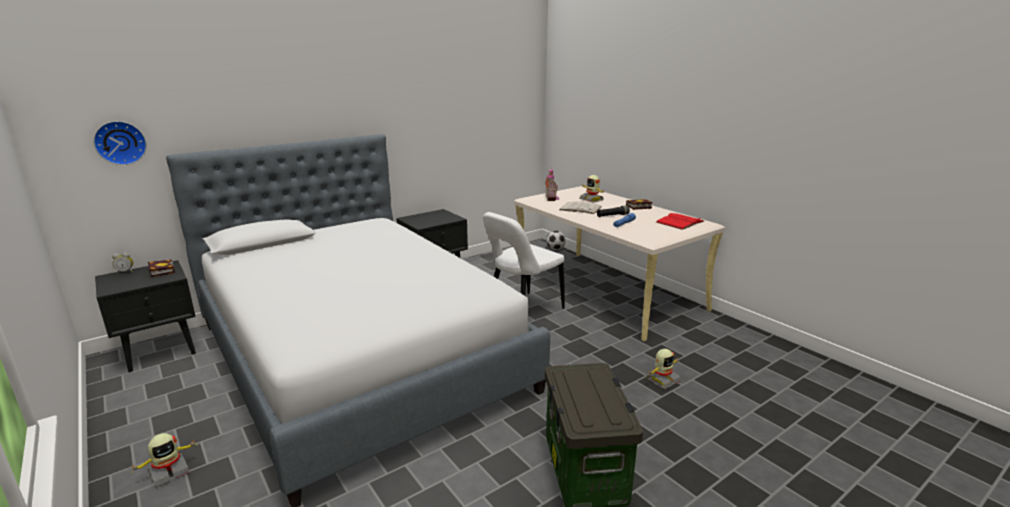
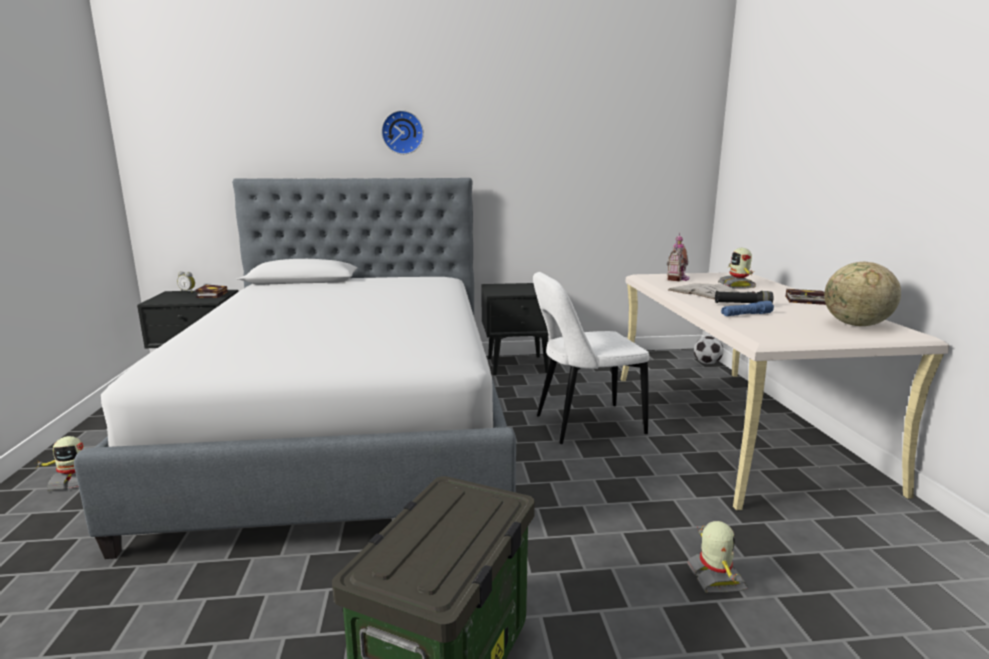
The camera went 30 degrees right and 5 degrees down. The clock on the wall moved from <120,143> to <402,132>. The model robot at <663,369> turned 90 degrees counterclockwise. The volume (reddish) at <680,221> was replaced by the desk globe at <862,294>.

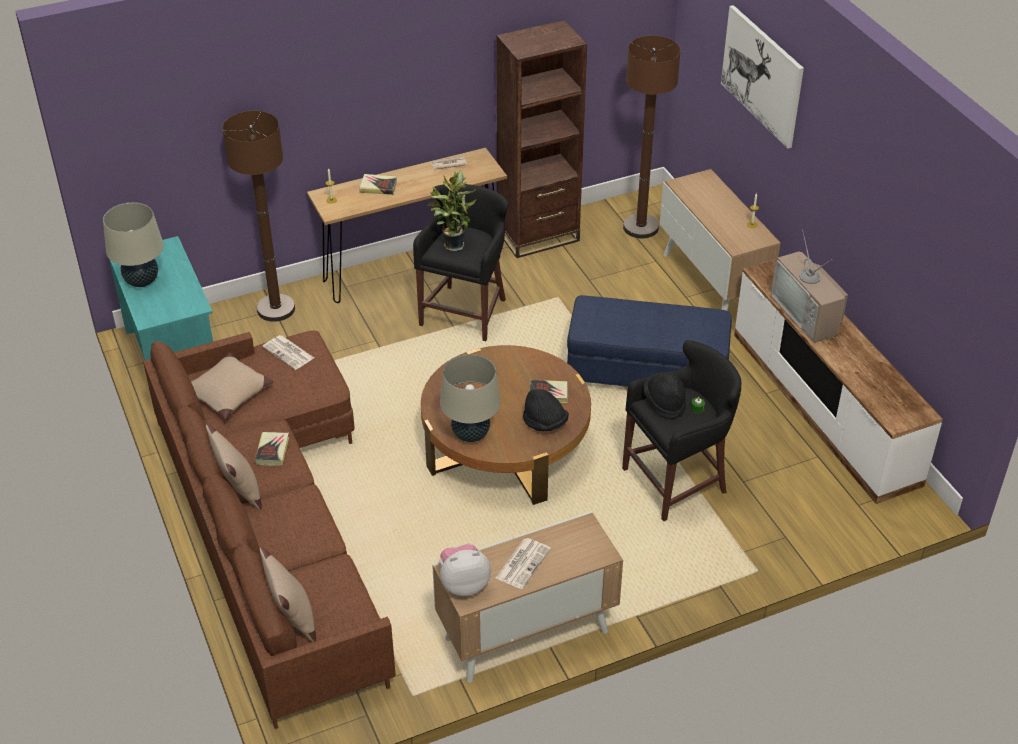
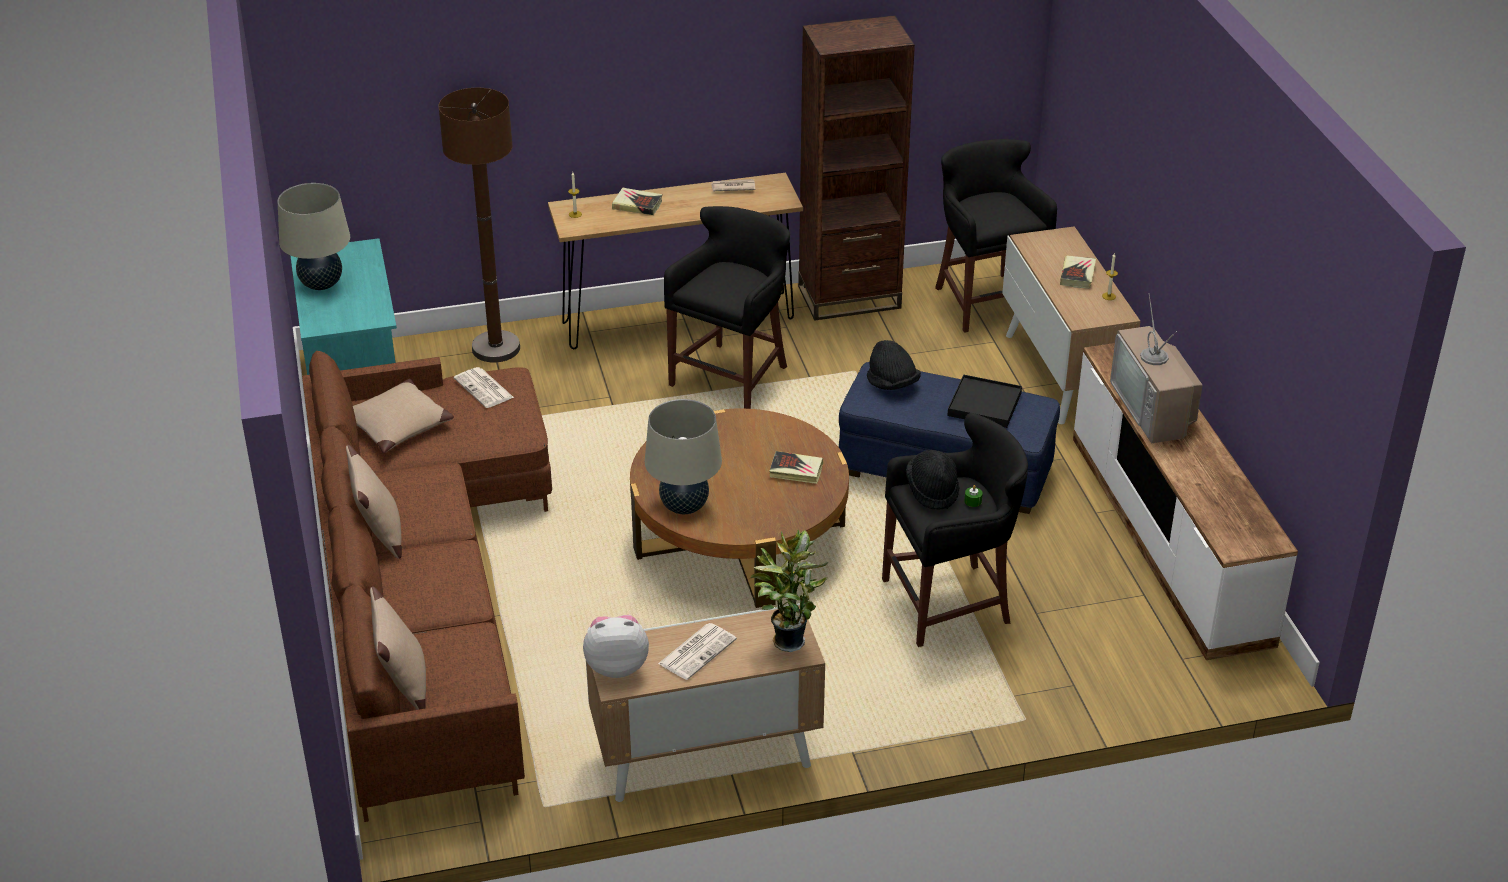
The camera went 10 degrees right and 5 degrees down. The plant in a pot moved from <452,211> to <789,590>. The clothing hat (blackish) moved from <546,410> to <894,365>. The floor lamp (brown) at <652,137> was replaced by the stool (blackish) at <996,236>. The tray (blackish) at <984,401> appeared. The volume moved from <272,449> to <1078,272>. The picture at <762,77> disappeared.

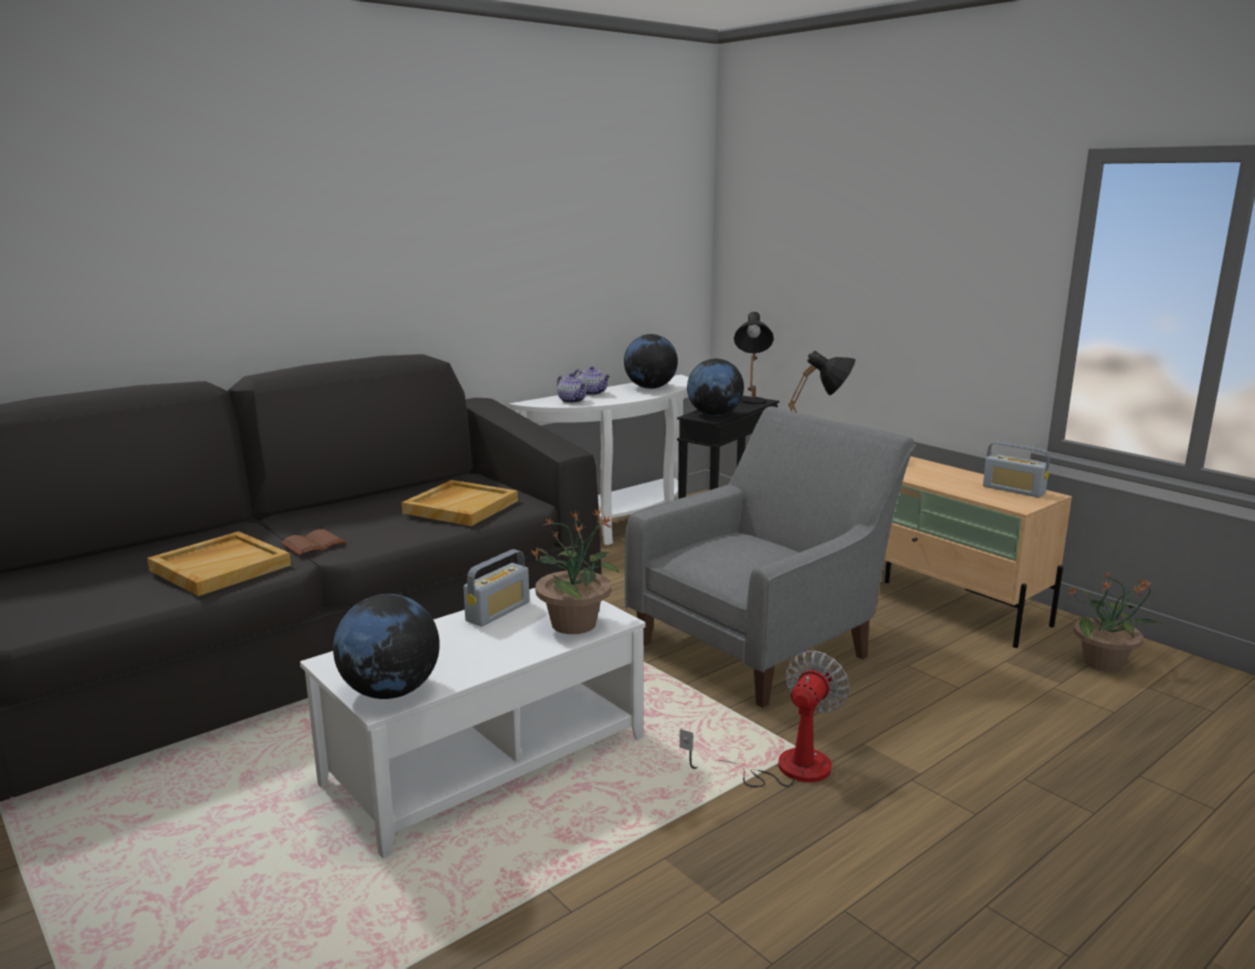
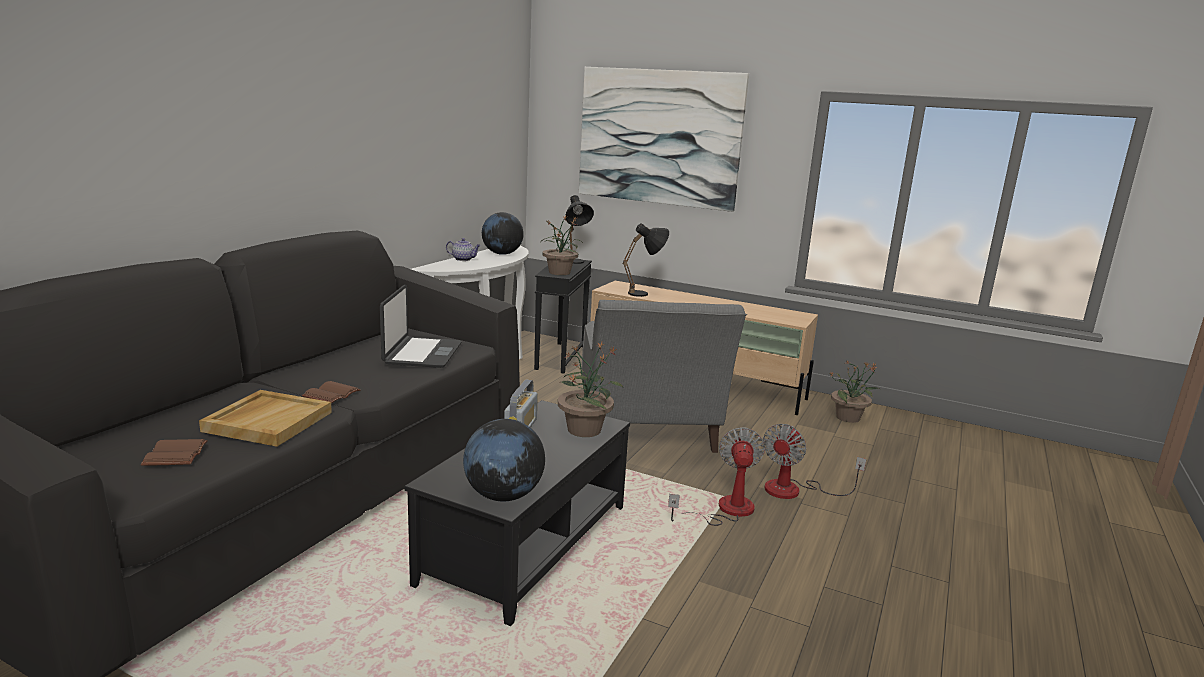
The camera went 25 degrees left and 0 degrees up. The volume (brown) at <174,452> appeared. The tray (beige-coloured) at <459,503> was replaced by the portable computer at <421,326>. The lounge table (white) at <473,723> became the lounge table (blackish) at <517,513>. The desk globe at <715,387> was replaced by the plant in a pot at <562,245>. The picture at <664,139> appeared. The armchair (greyish) at <770,557> turned 150 degrees clockwise. The cooling fan at <814,461> appeared. The pot for tea at <571,388> disappeared. The radio set at <1016,470> disappeared.

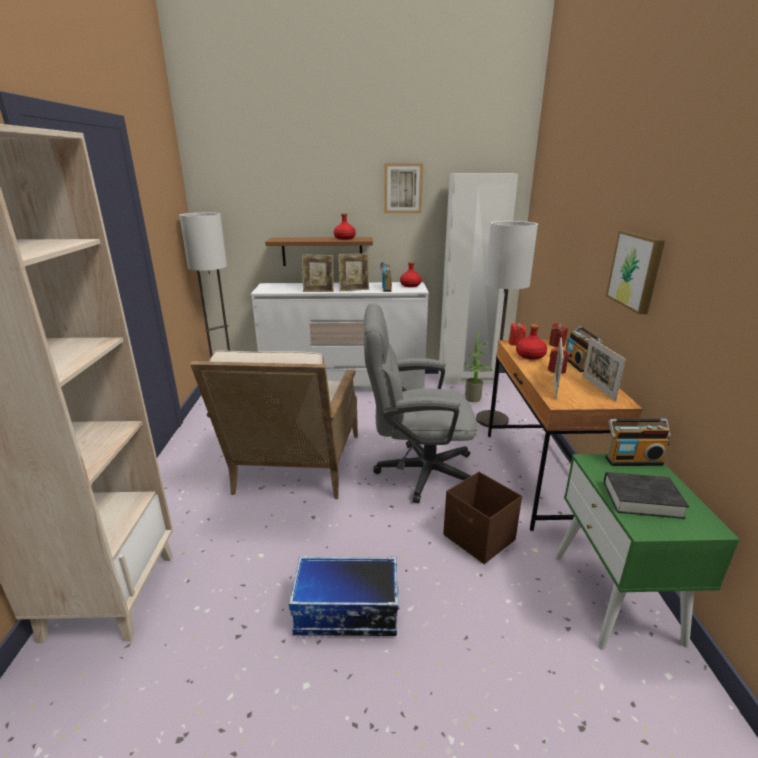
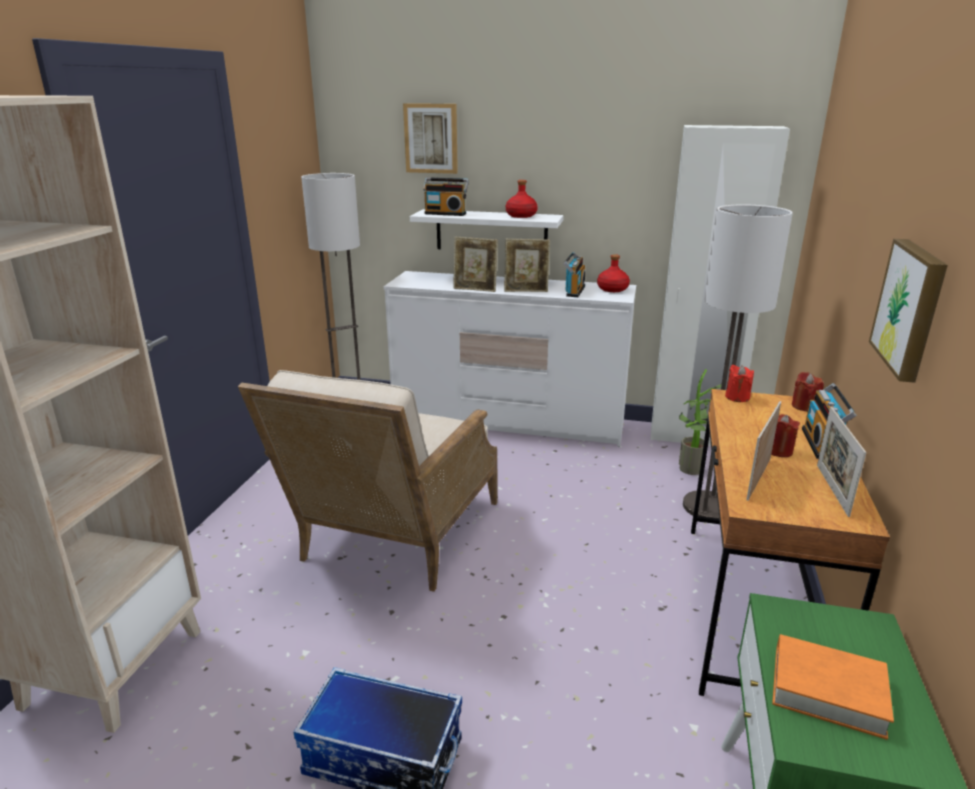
The camera went 15 degrees right and 0 degrees up. The picture moved from <403,188> to <430,138>. The bracket shelf (brown) at <319,251> became the bracket shelf (white) at <487,229>. The radio set moved from <638,442> to <446,196>. The volume (blackish) at <646,495> became the volume (orangey) at <833,687>. The office chair (greyish) at <420,403> disappeared. The storage box (brown) at <482,518> disappeared. The bottle (reddish) at <531,342> disappeared.

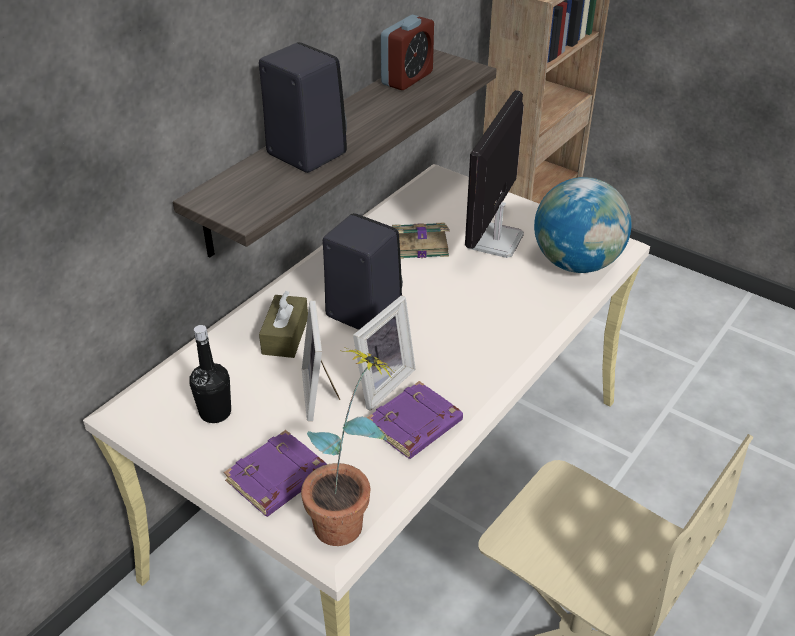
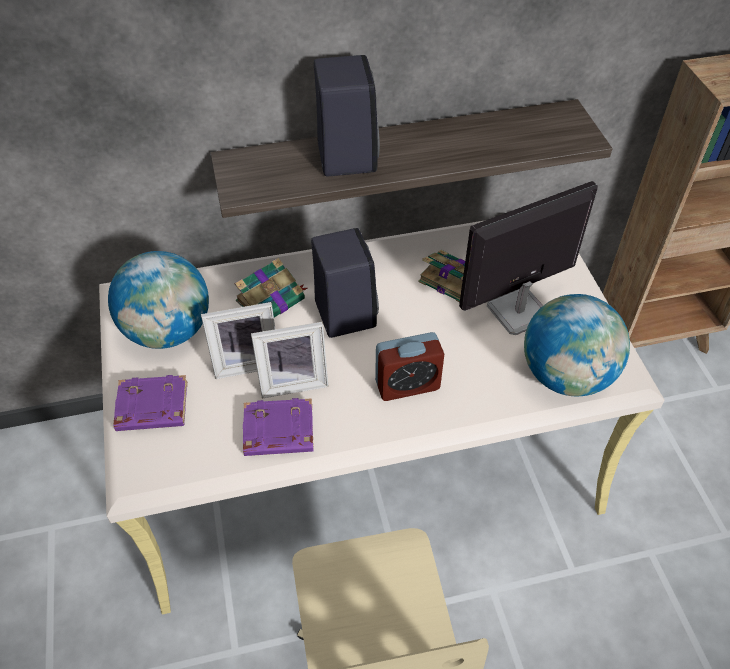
The camera went 40 degrees right and 10 degrees up. The bottle (blackish) at <210,374> was replaced by the desk globe at <158,300>. The standing frame at <321,361> turned 135 degrees counterclockwise. The tissue holder (brown) at <283,324> was replaced by the volume at <271,287>. The alarm clock moved from <407,52> to <409,366>. The plant in a pot at <348,445> disappeared.

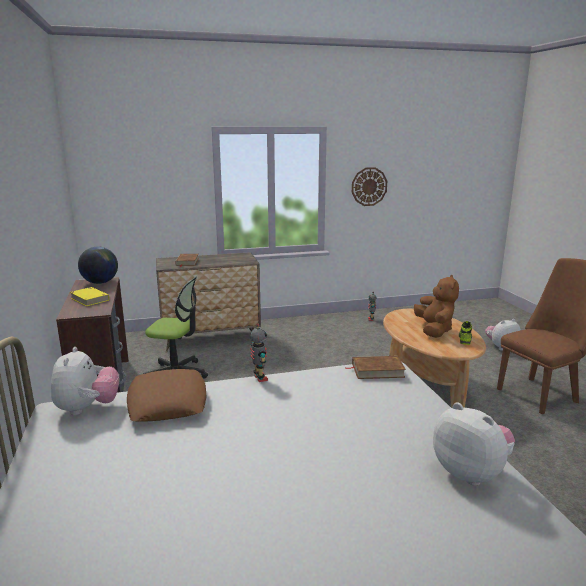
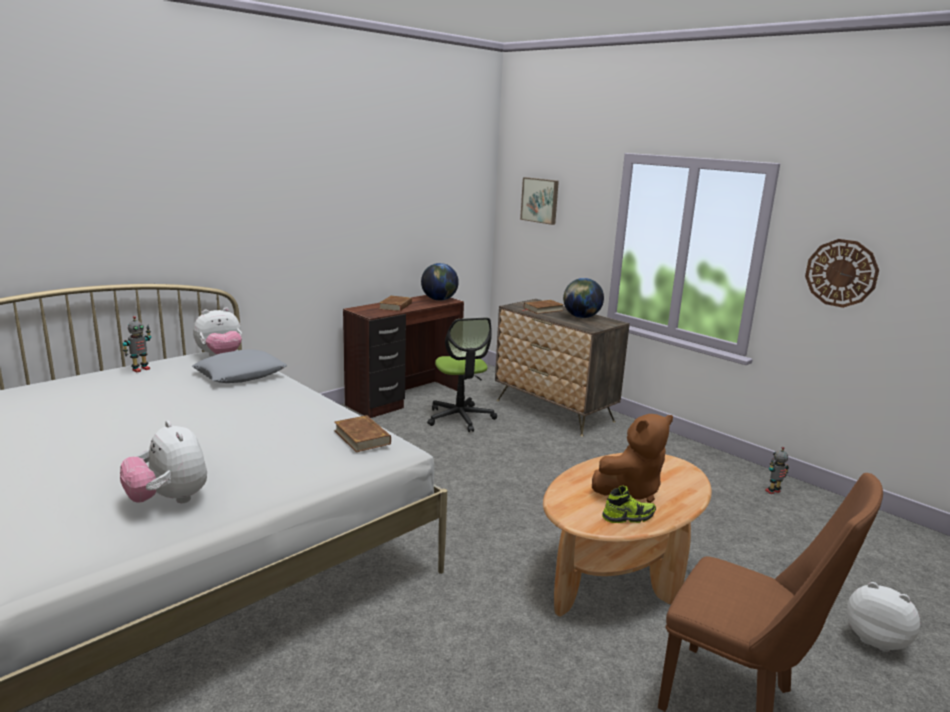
The camera went 60 degrees right and 0 degrees up. The cuddly toy at <474,444> turned 120 degrees clockwise. The model robot moved from <259,353> to <137,344>. The pillow (brown) at <166,395> became the pillow (greyish) at <239,366>. The volume (yellow) at <89,296> became the volume (brown) at <395,303>. The picture at <539,201> appeared. The desk globe at <583,298> appeared.

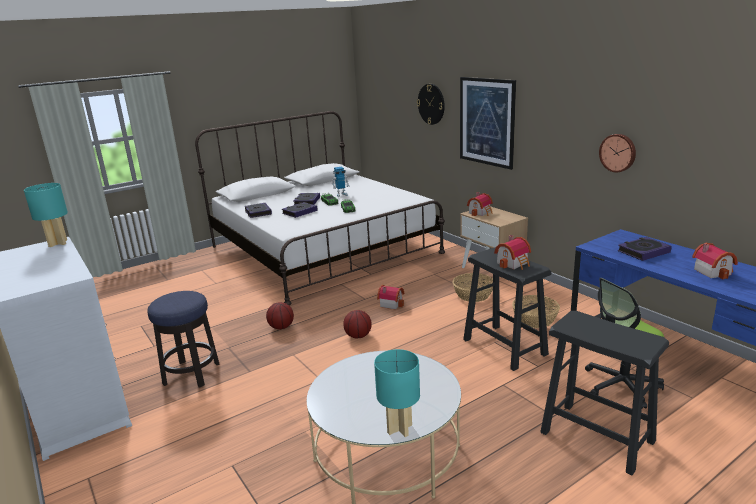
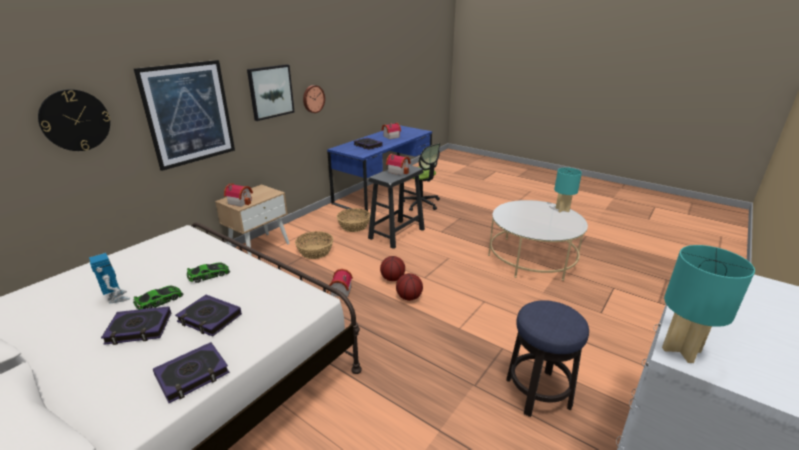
The camera went 110 degrees left and 5 degrees up. The picture at <271,92> appeared. The basketball moved from <280,315> to <392,268>. The stool (blackish) at <604,393> disappeared.

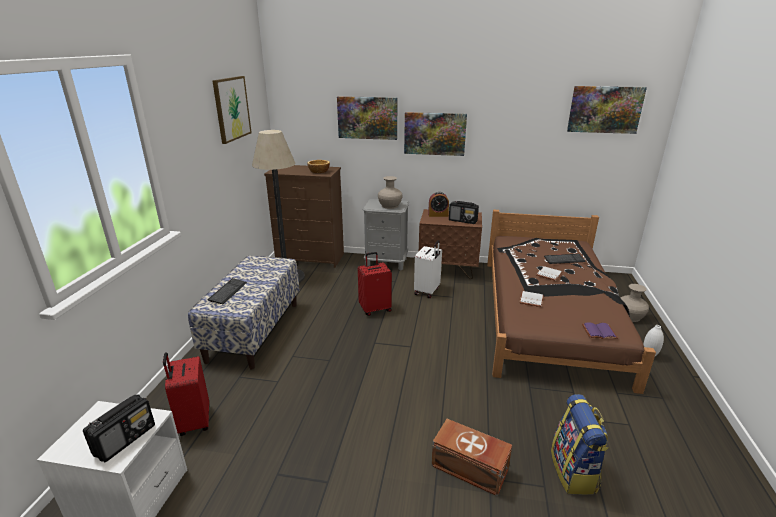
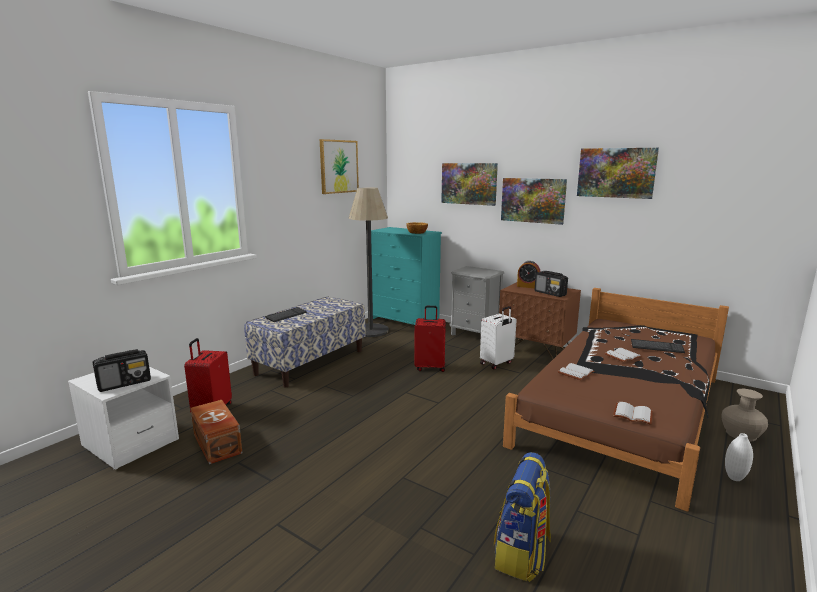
The camera went 25 degrees right and 10 degrees down. The storage box (brown) moved from <471,457> to <216,432>. The chest of drawers (brown) at <304,216> became the chest of drawers (blue-green) at <406,276>. The picture moved from <607,110> to <618,173>. The volume (purple) at <600,330> became the volume (white) at <633,413>. The flower vase (beige-coloured) at <390,192> disappeared.

